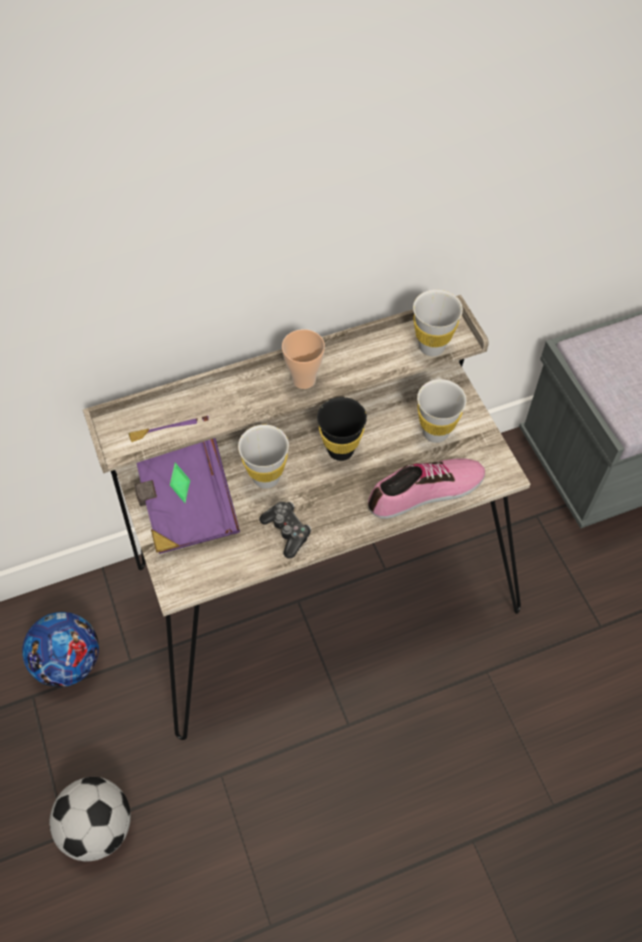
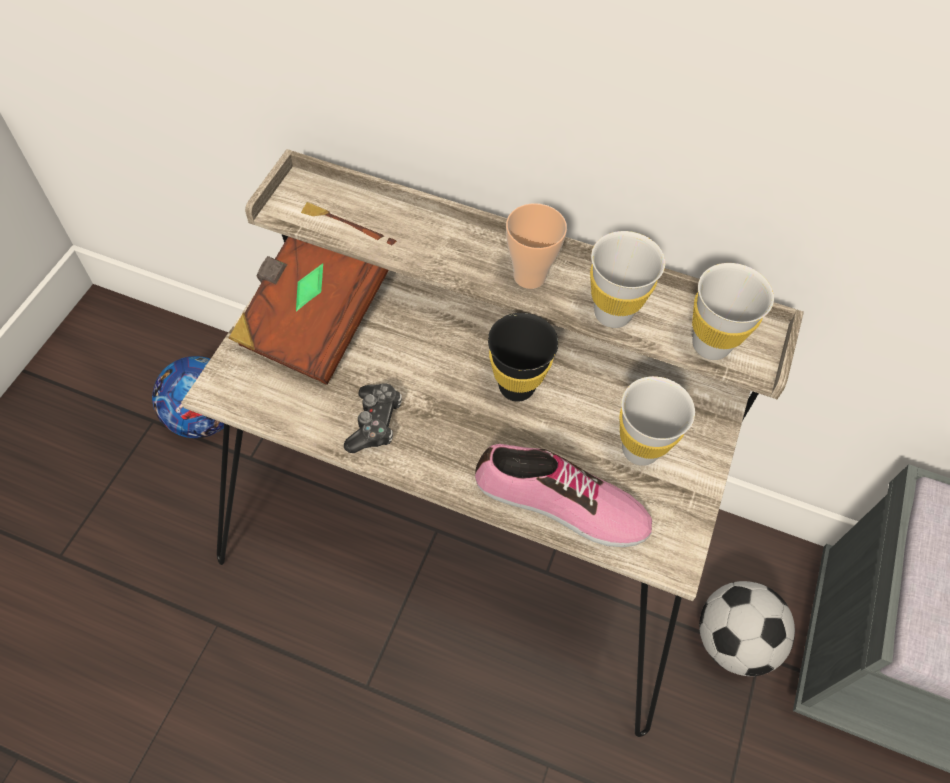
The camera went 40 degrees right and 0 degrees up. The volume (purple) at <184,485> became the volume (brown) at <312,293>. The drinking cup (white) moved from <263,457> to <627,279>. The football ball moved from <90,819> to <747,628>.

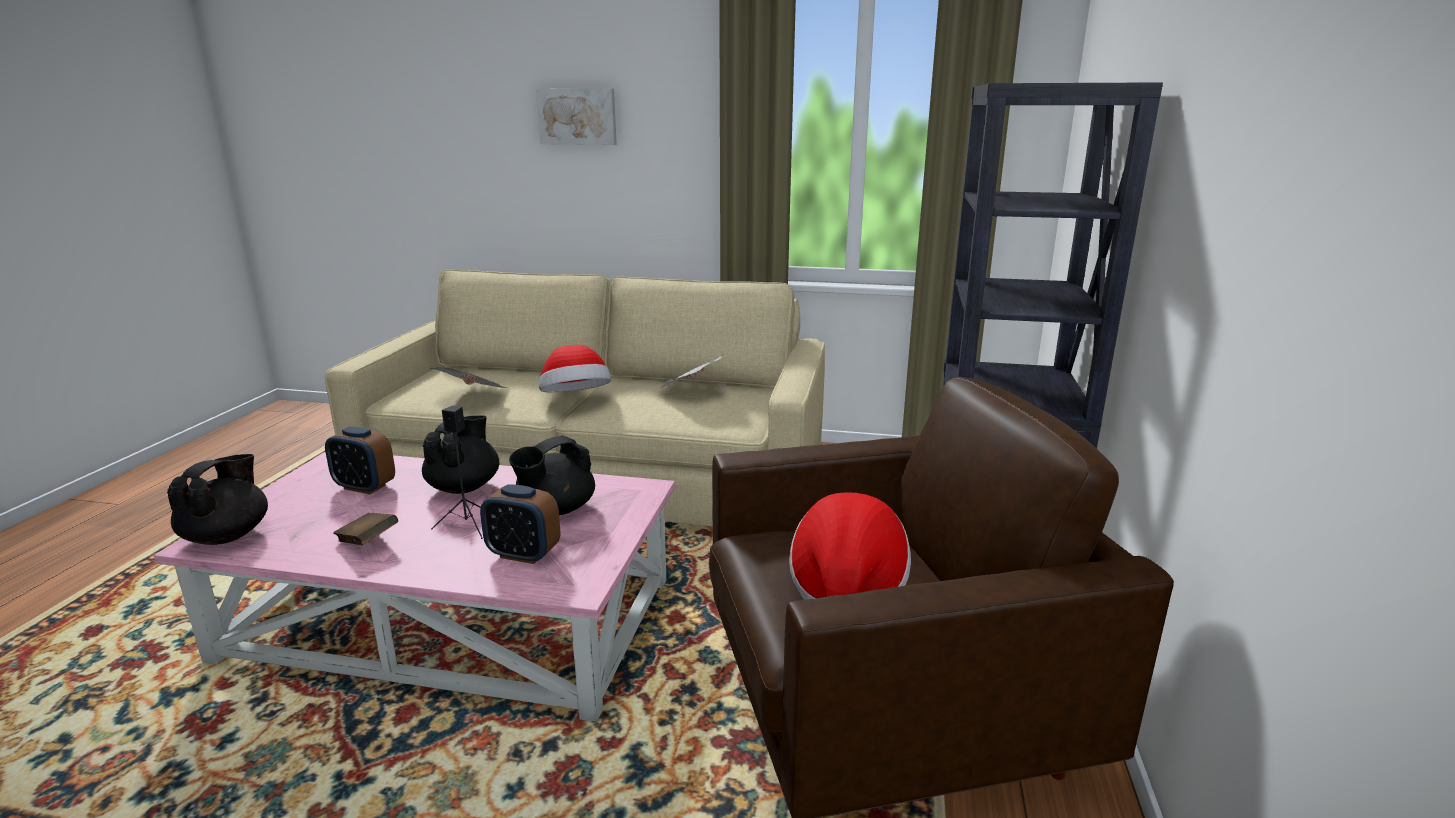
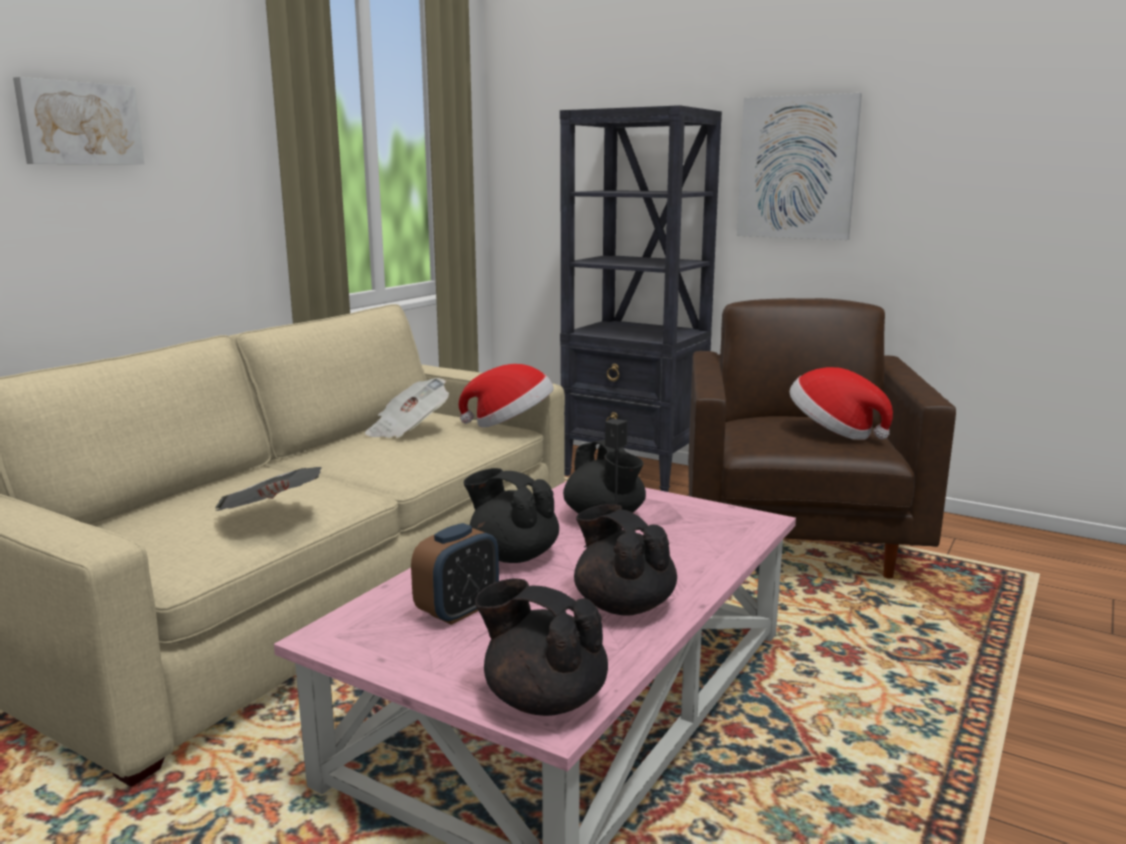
The camera went 70 degrees left and 5 degrees down. The clothing hat moved from <575,368> to <506,396>. The volume (brown) at <365,529> was replaced by the pot for tea (blackish) at <625,560>. The picture at <799,166> appeared. The alarm clock at <520,524> disappeared.

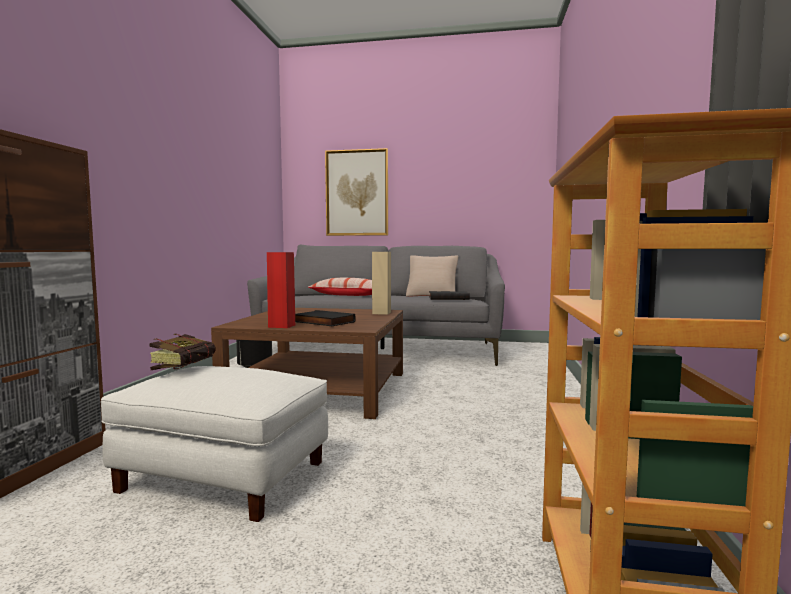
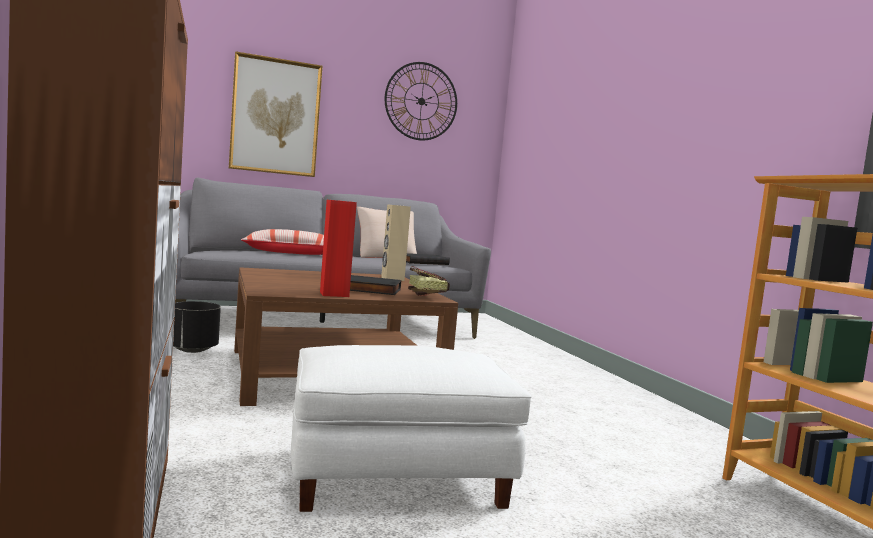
The camera went 30 degrees left and 0 degrees up. The clock on the wall at <421,101> appeared. The volume moved from <182,352> to <429,281>.

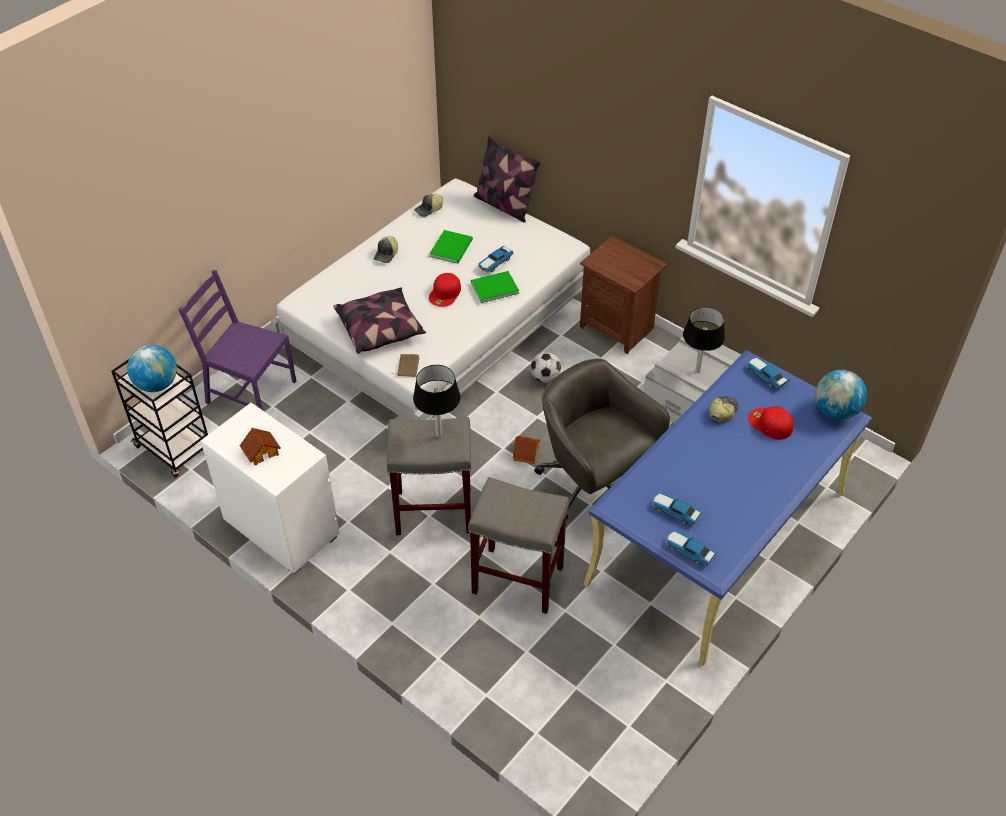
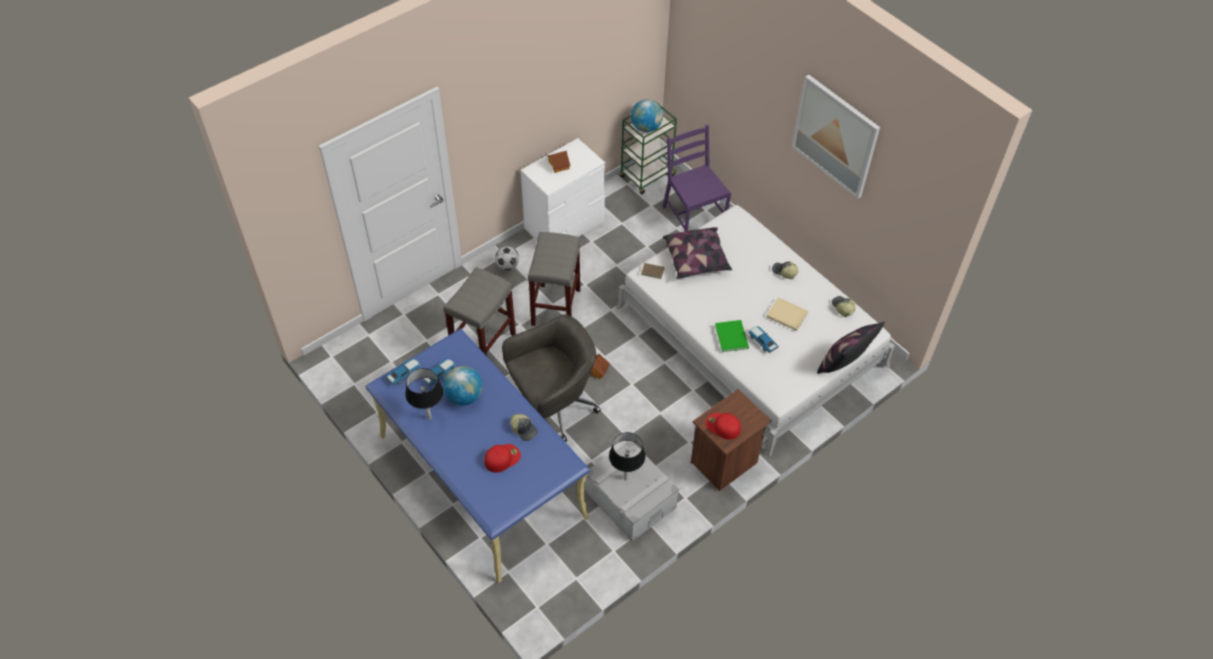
The camera went 100 degrees right and 5 degrees up. The table lamp (blackish) moved from <437,401> to <424,394>. The desk globe moved from <841,395> to <463,386>. The football ball moved from <545,367> to <507,258>. The cart (blackish) at <159,418> became the cart (green-coloured) at <648,147>. The chair (purple) at <237,340> turned 60 degrees counterclockwise. The peaked cap (reddish) moved from <445,290> to <723,426>. The volume (green-coloured) at <451,246> became the volume (beige-coloured) at <787,314>. The picture at <836,137> appeared. The miniature car at <767,373> disappeared.

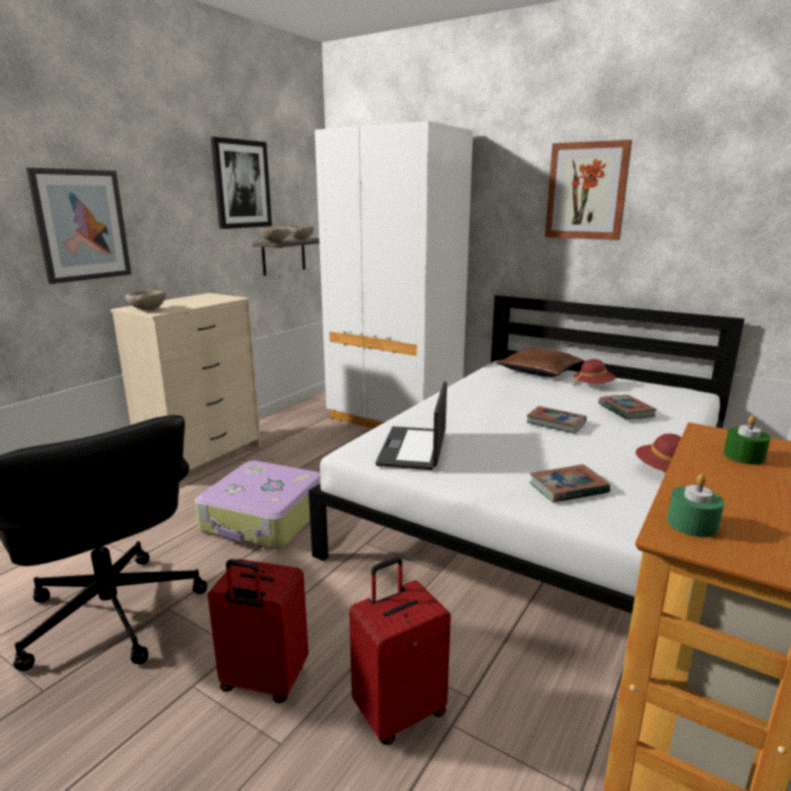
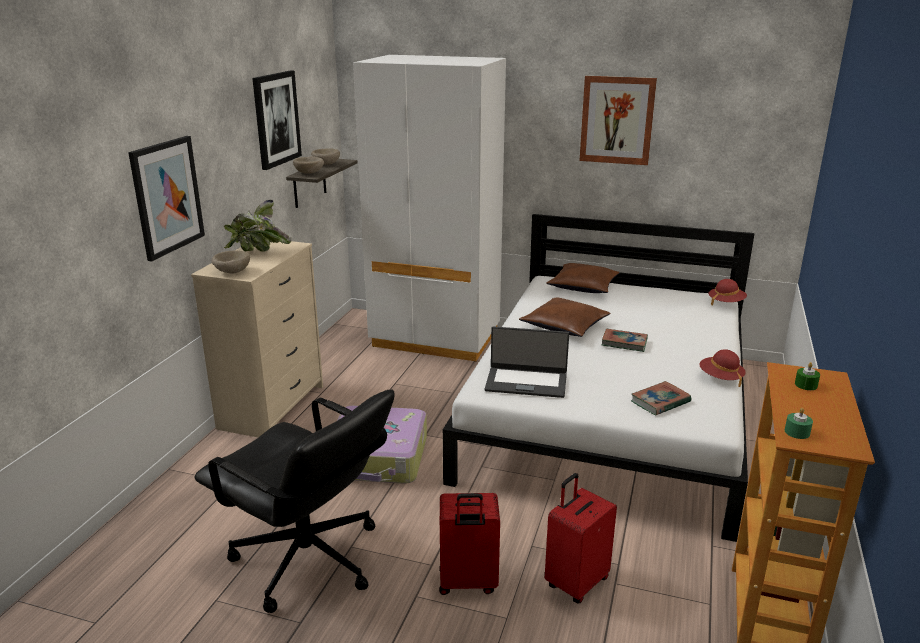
The camera went 15 degrees left and 5 degrees up. The plant in a pot at <257,225> appeared. The portable computer at <411,426> turned 75 degrees counterclockwise. The pillow (brown) at <564,317> appeared. The clothing hat (reddish) moved from <595,373> to <727,292>. The volume at <627,407> disappeared.

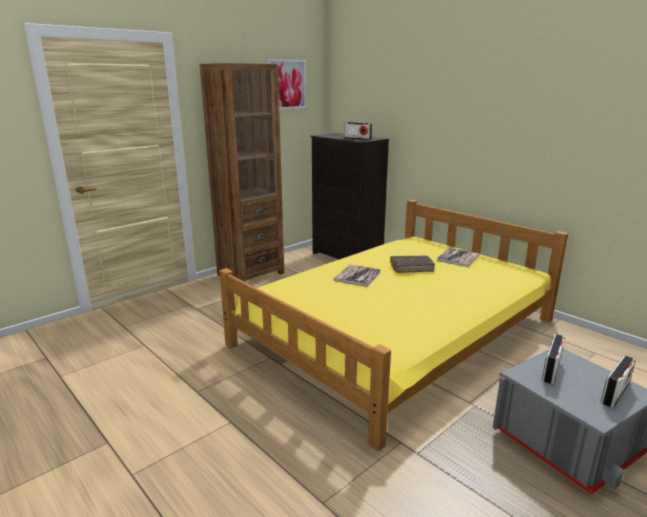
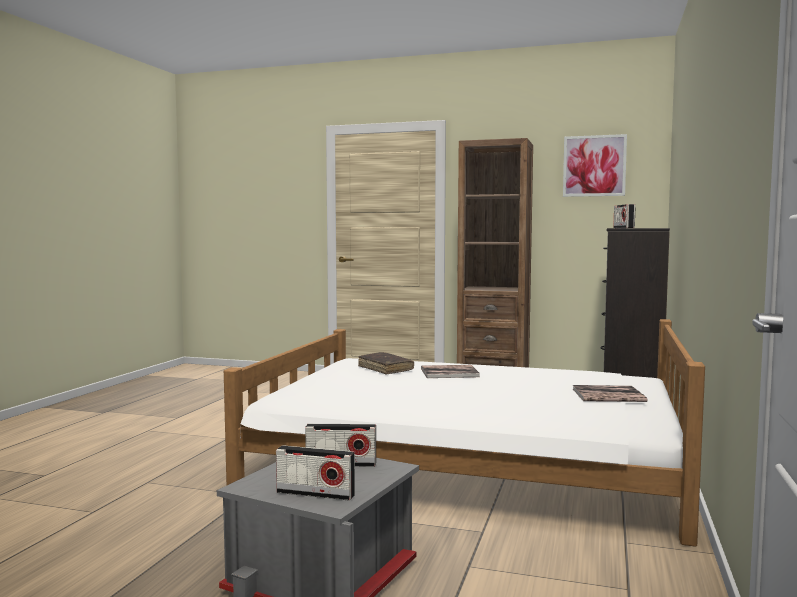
The camera went 60 degrees right and 15 degrees down. The sleeping bed (yellow) at <393,325> became the sleeping bed (white) at <464,433>. The volume (brown) moved from <412,264> to <386,363>.

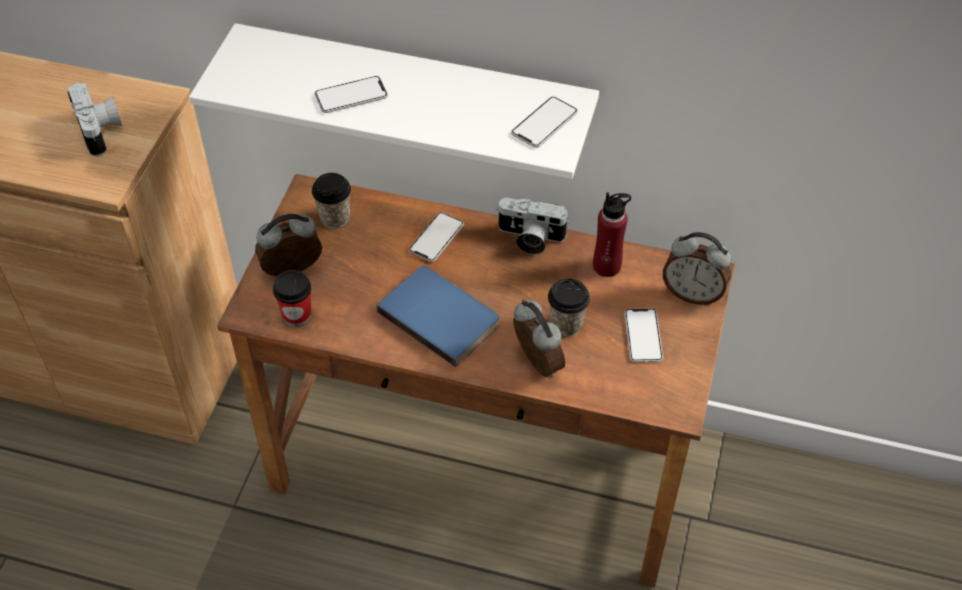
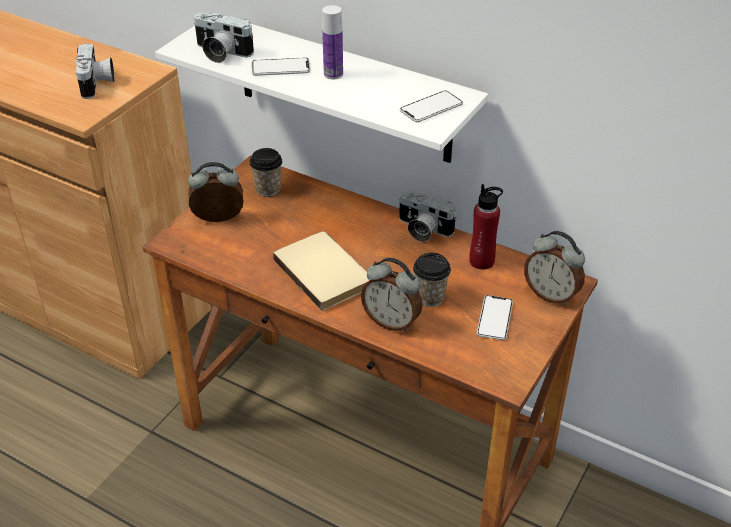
The camera went 15 degrees right and 10 degrees down. The photo camera at <224,38> appeared. The volume (blue) at <437,316> became the volume (beige-coloured) at <321,271>. The bottle at <332,42> appeared. The alarm clock at <539,338> turned 135 degrees clockwise. The drinking cup at <292,298> disappeared. The handset at <436,237> disappeared.

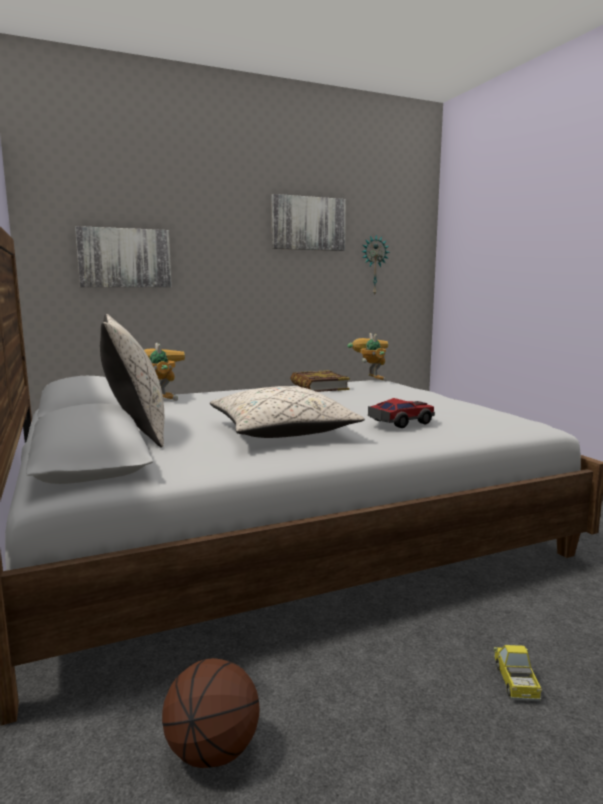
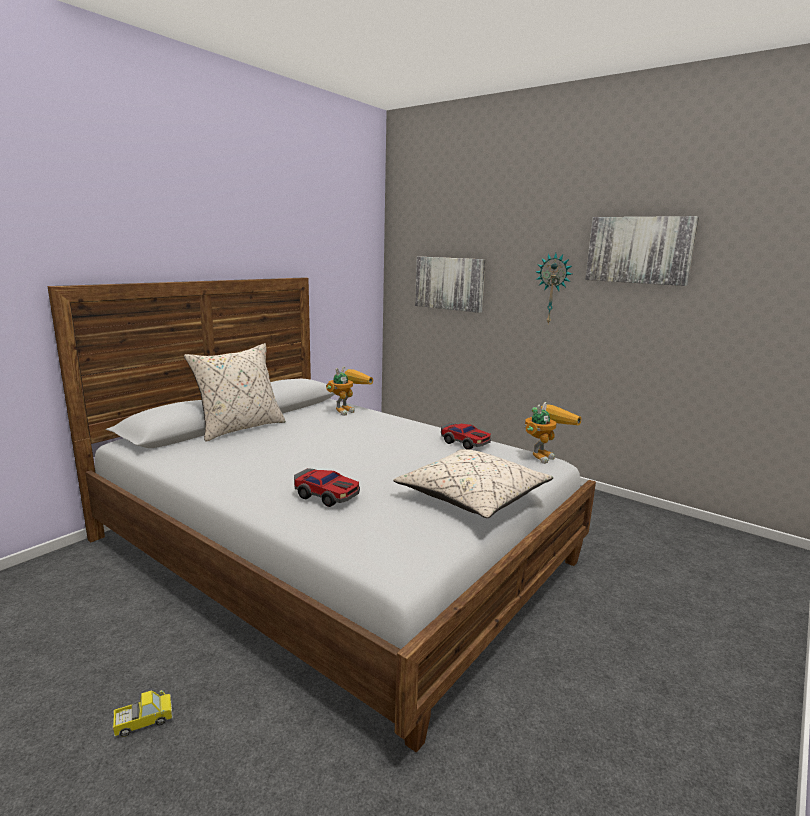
The camera went 60 degrees right and 5 degrees up. The pillow (beige-coloured) moved from <287,412> to <473,483>. The volume at <320,381> was replaced by the miniature car at <466,436>. The clock on the wall moved from <375,265> to <554,288>. The basketball at <211,713> disappeared.

